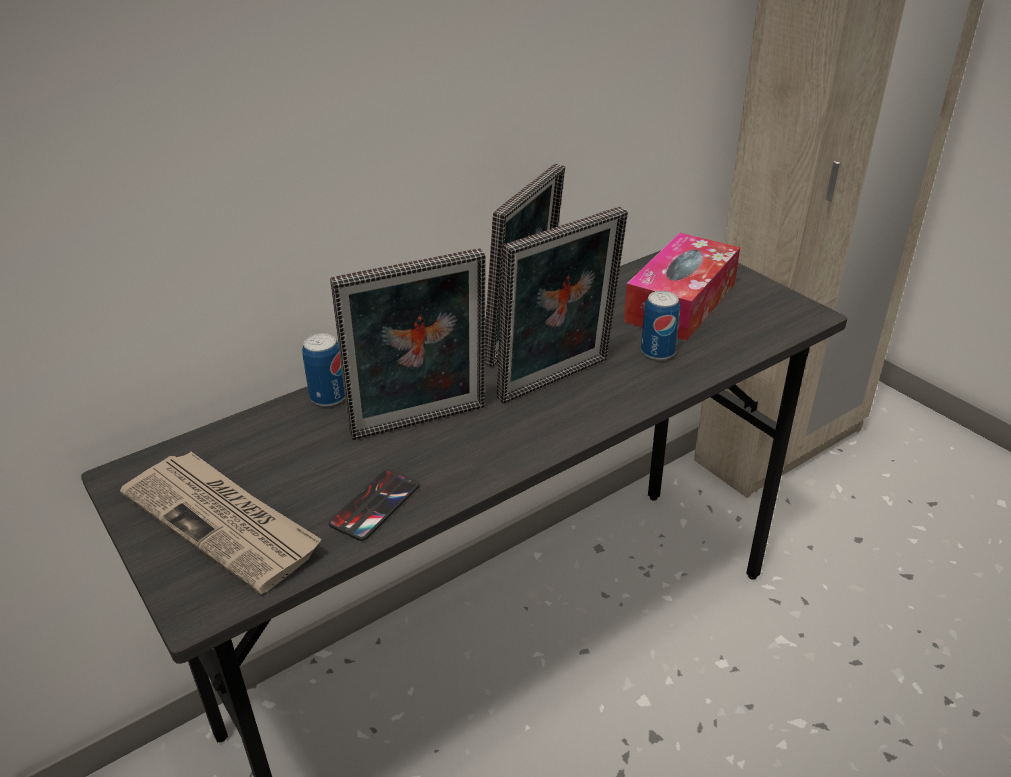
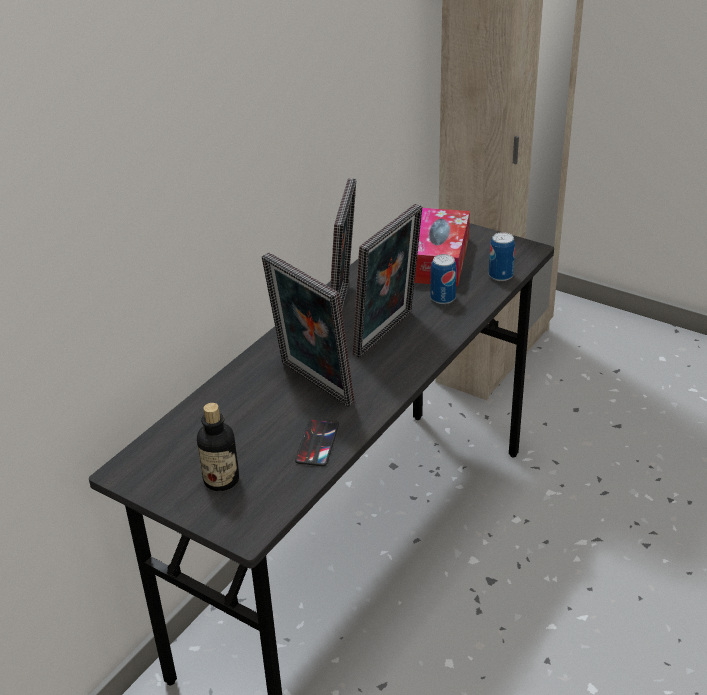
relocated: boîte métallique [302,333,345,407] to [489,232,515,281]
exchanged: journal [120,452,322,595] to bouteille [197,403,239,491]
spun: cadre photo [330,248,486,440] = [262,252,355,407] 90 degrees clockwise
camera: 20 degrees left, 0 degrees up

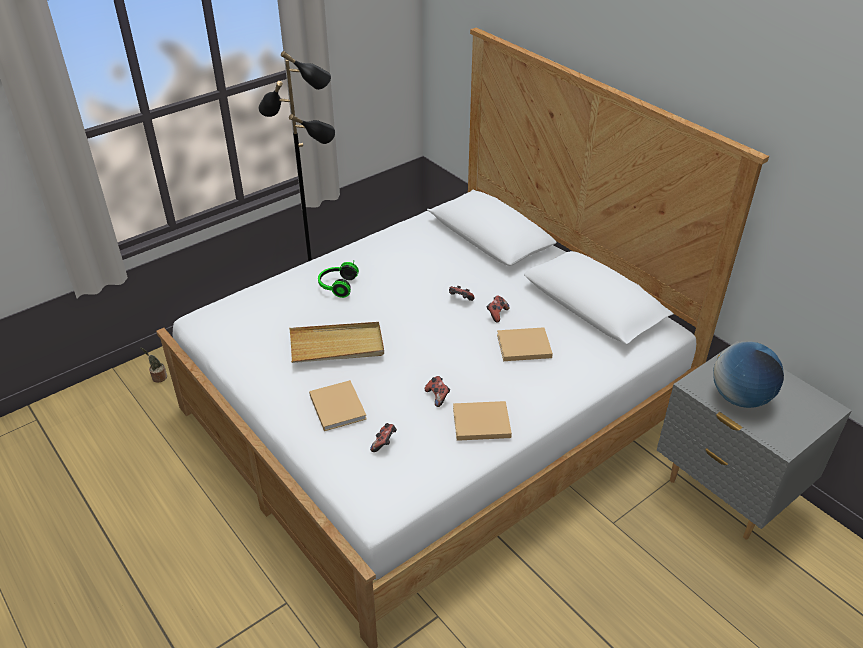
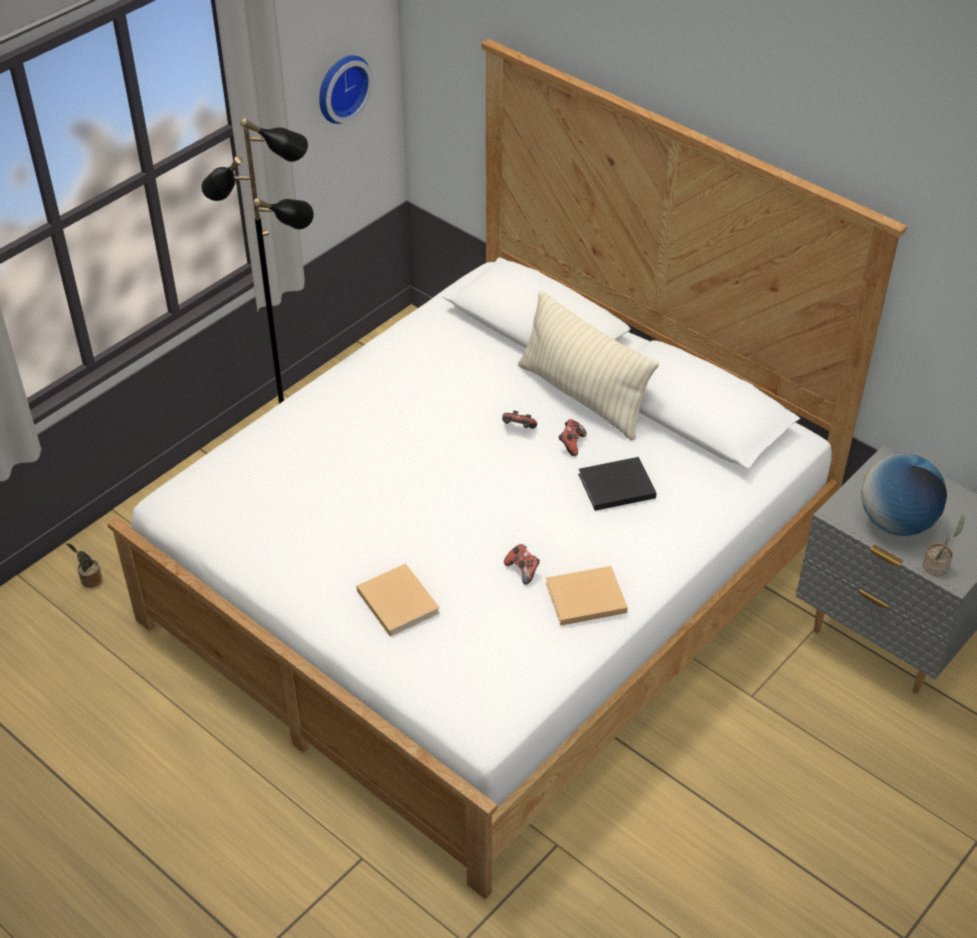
missing: plateau (beige) [289,322,384,363]; casque audio [318,261,359,298]; manette [370,423,397,452]
appeared: horloge murale [319,55,373,124]; coussin (beige) [518,290,659,440]; plante en pot [923,515,965,576]
colour: livre (beige) [497,327,553,361] to livre (noir) [578,457,656,511]
camera: 10 degrees left, 5 degrees up

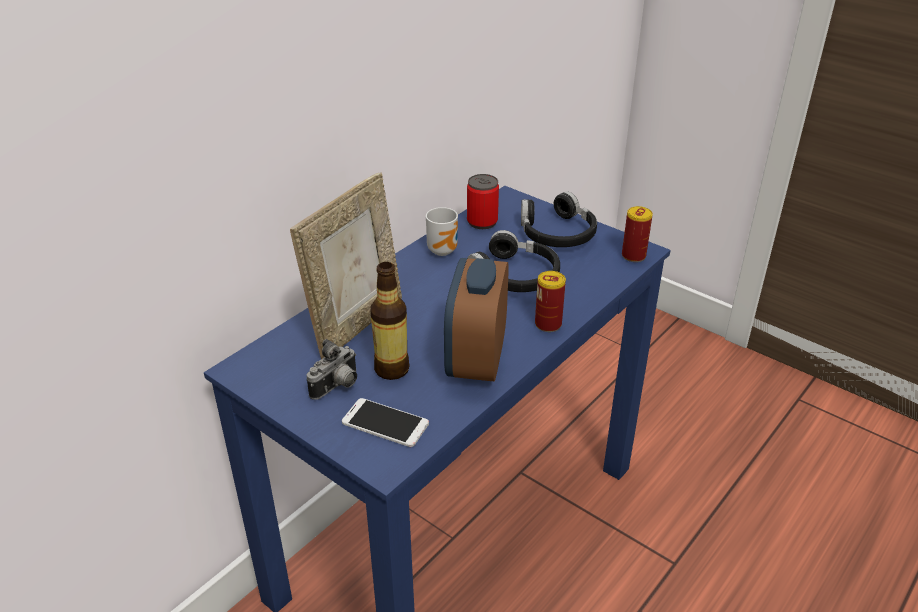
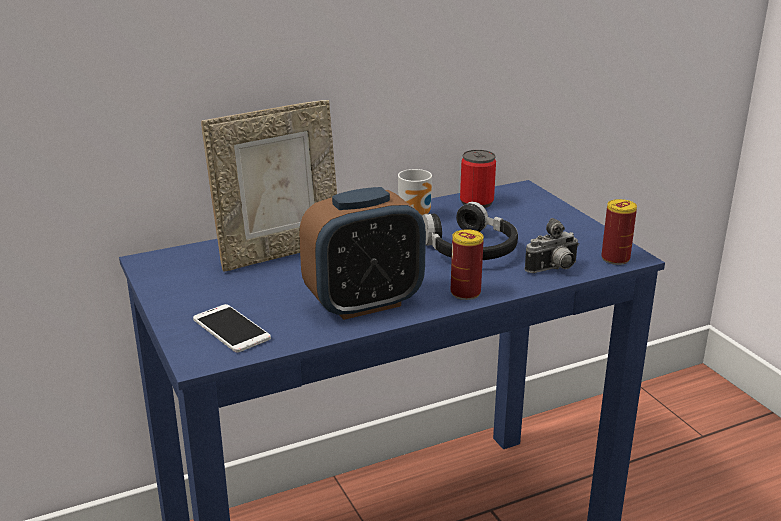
missing: bouteille [370,262,410,380]; casque audio (noir) [521,191,597,247]
relocated: appareil photo [307,339,357,400] to [525,218,579,273]
spun: réveil [444,258,509,381] = [299,187,426,320] 150 degrees counterclockwise
camera: 25 degrees right, 10 degrees down

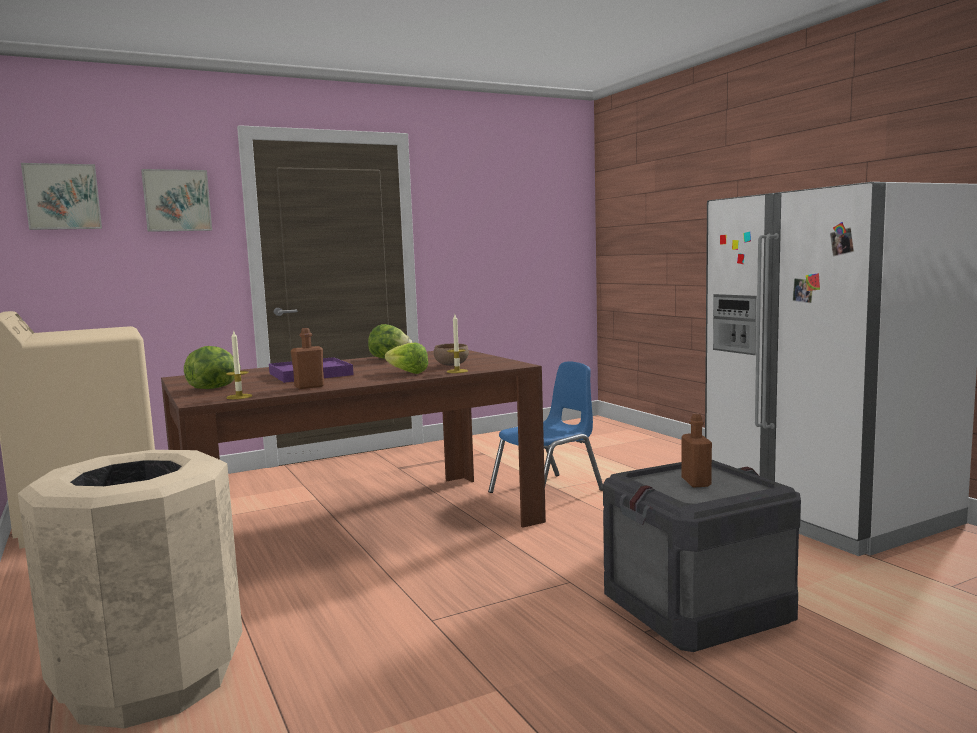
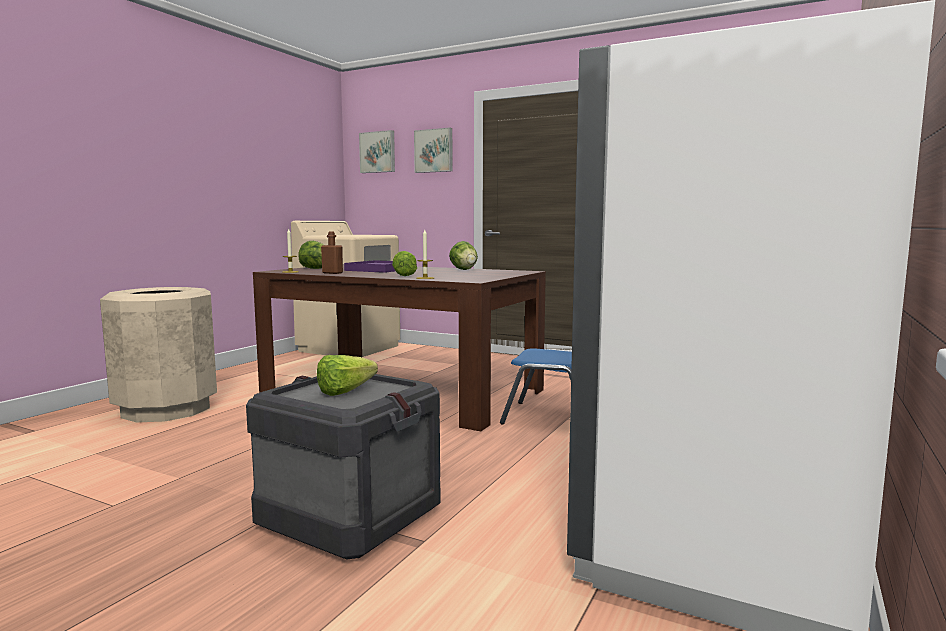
missing: bol (marron) [434,344,469,366]
exchanged: bouteille (marron) [682,414,712,487] to laitue [317,355,378,396]
camera: 55 degrees right, 0 degrees up

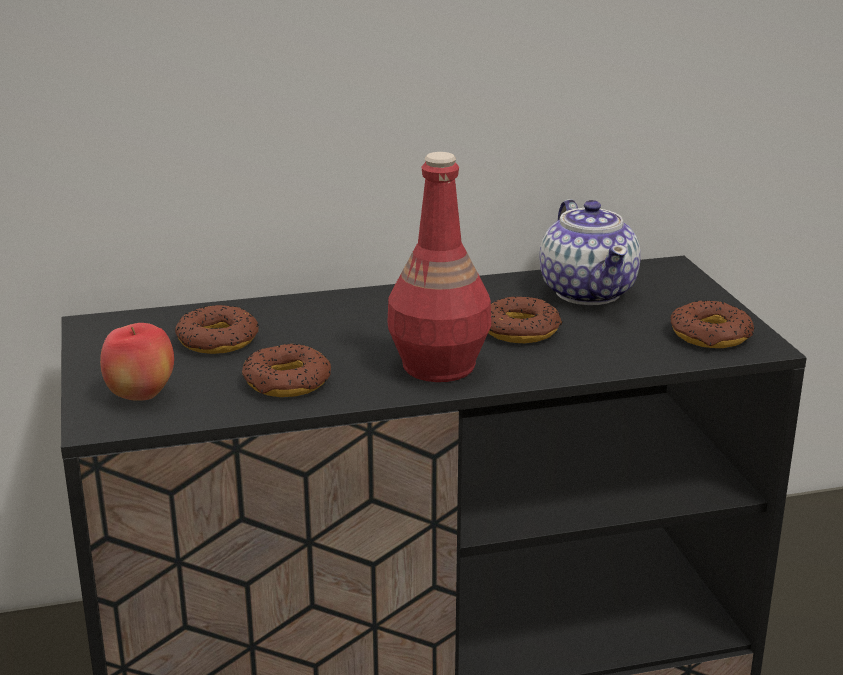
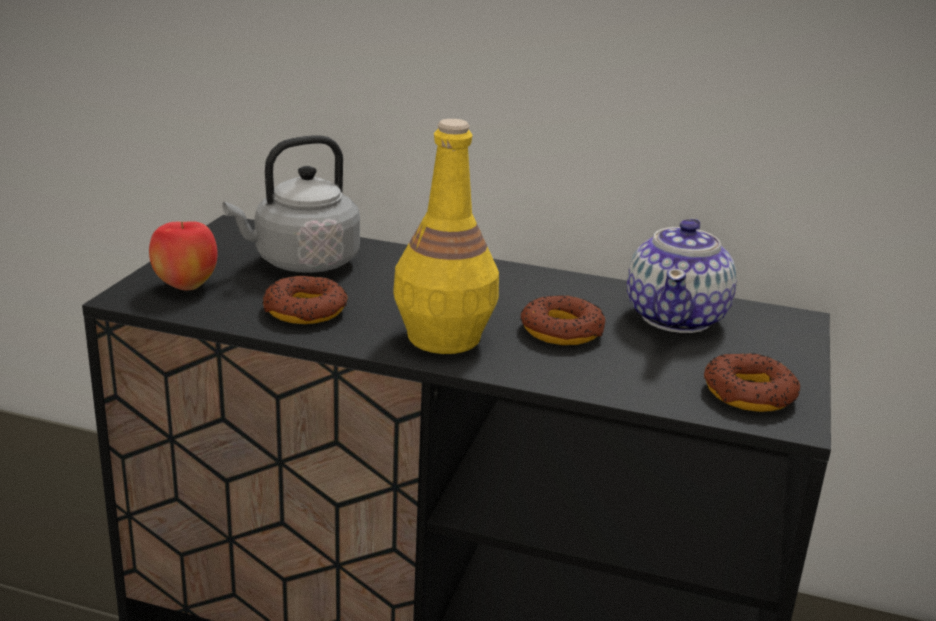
exchanged: beignet [175,305,259,354] to bouilloire (gris) [222,135,360,273]
colour: bouteille (rouge) [388,152,491,382] to bouteille (jaune) [393,119,499,354]
camera: 30 degrees right, 0 degrees up

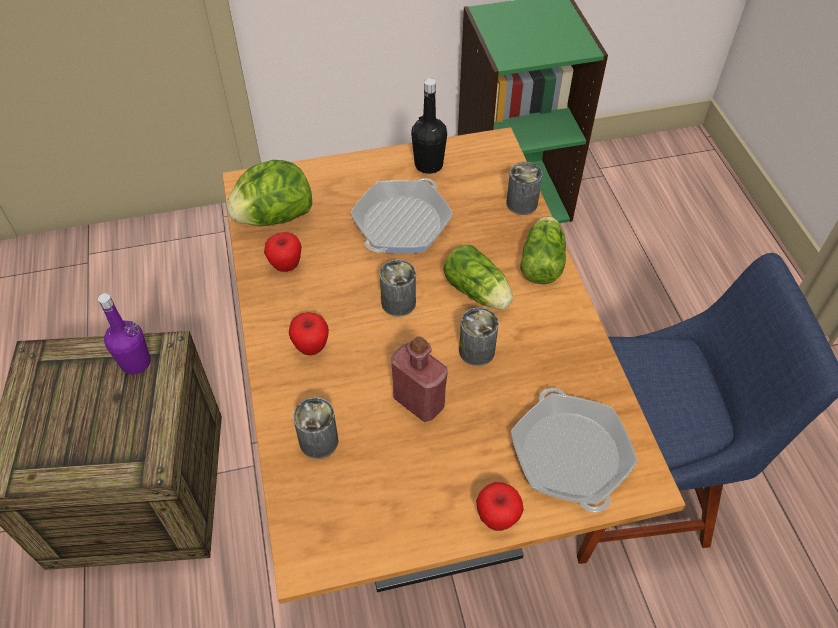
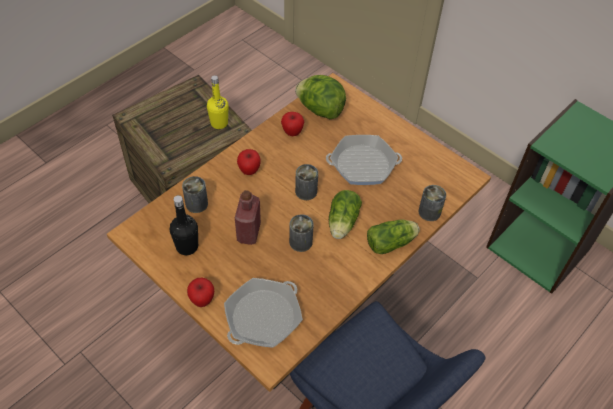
relocated: bouteille (noir) [411,78,447,174] to [170,195,198,255]
colour: bouteille (violet) [98,293,151,374] to bouteille (jaune) [207,75,229,129]
camera: 55 degrees right, 0 degrees up

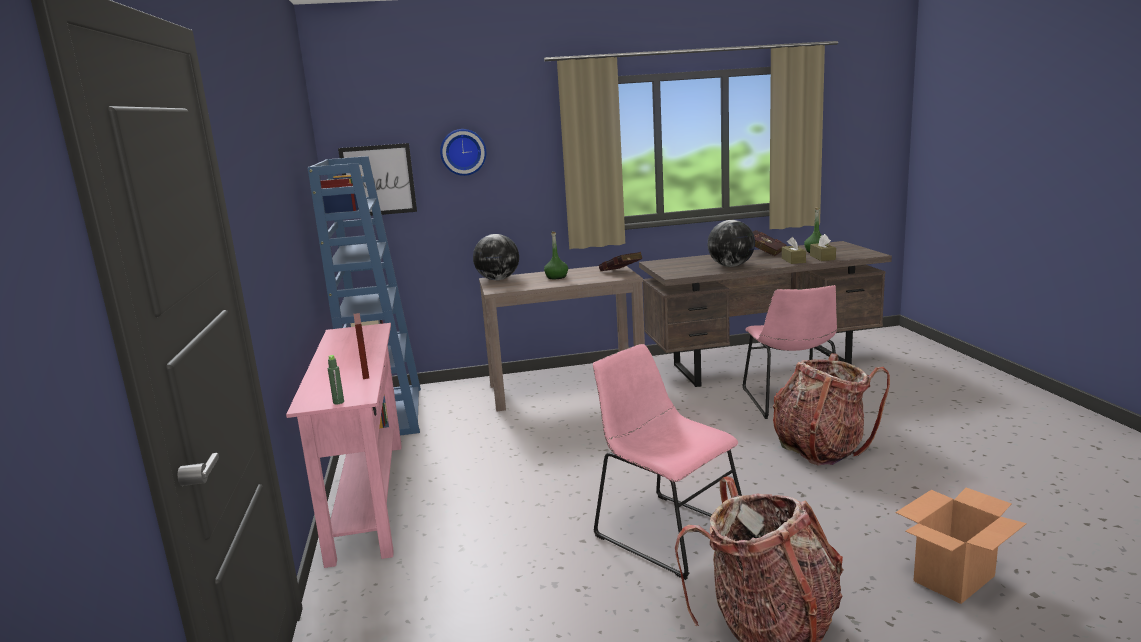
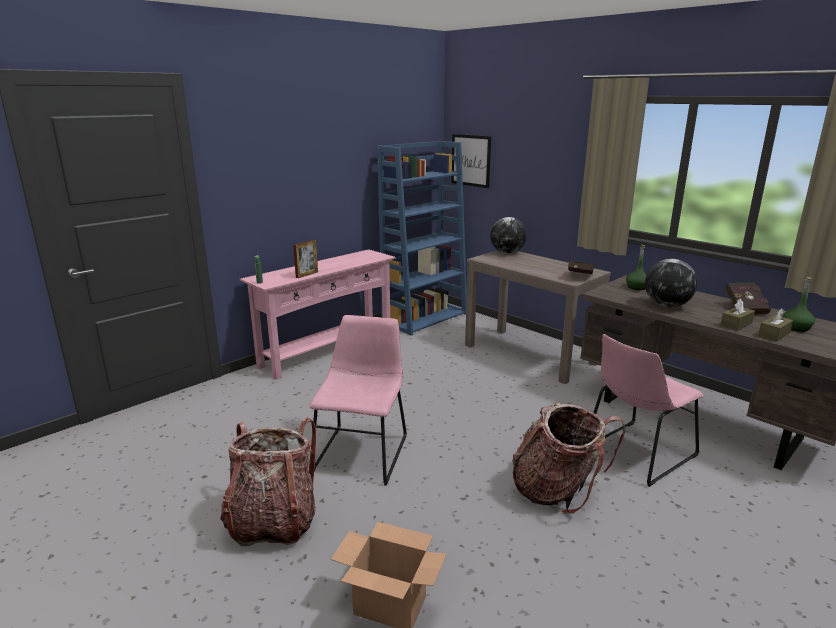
missing: horloge murale [440,129,486,176]
relocated: bouteille (vert) [544,232,568,279] to [626,245,647,290]
camera: 55 degrees right, 5 degrees up

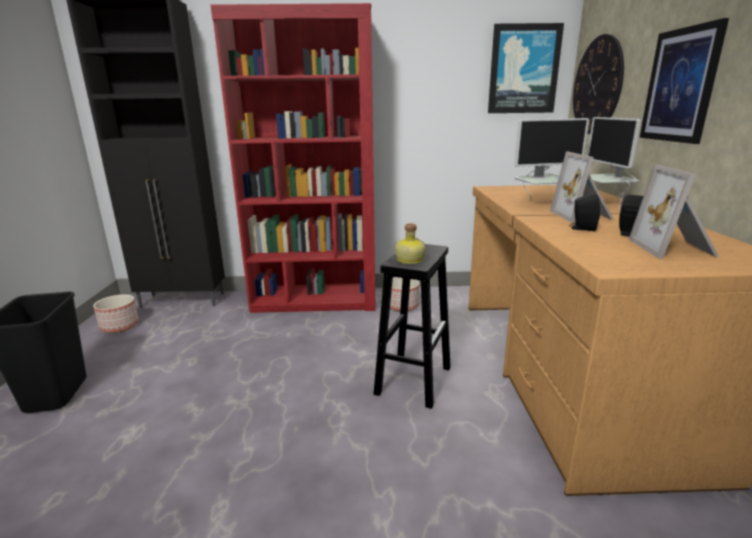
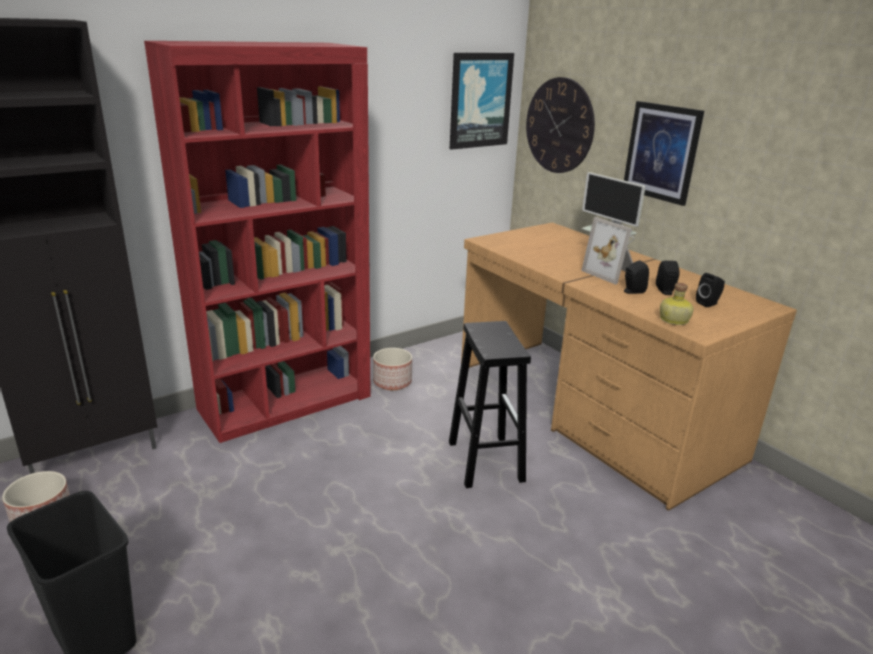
missing: écran d'ordinateur [514,118,589,200]
relocated: bouteille [395,223,426,264] to [660,283,693,325]
exchanged: cadre photo [629,165,719,259] to enceinte (noir) [696,273,725,307]
camera: 35 degrees left, 5 degrees up

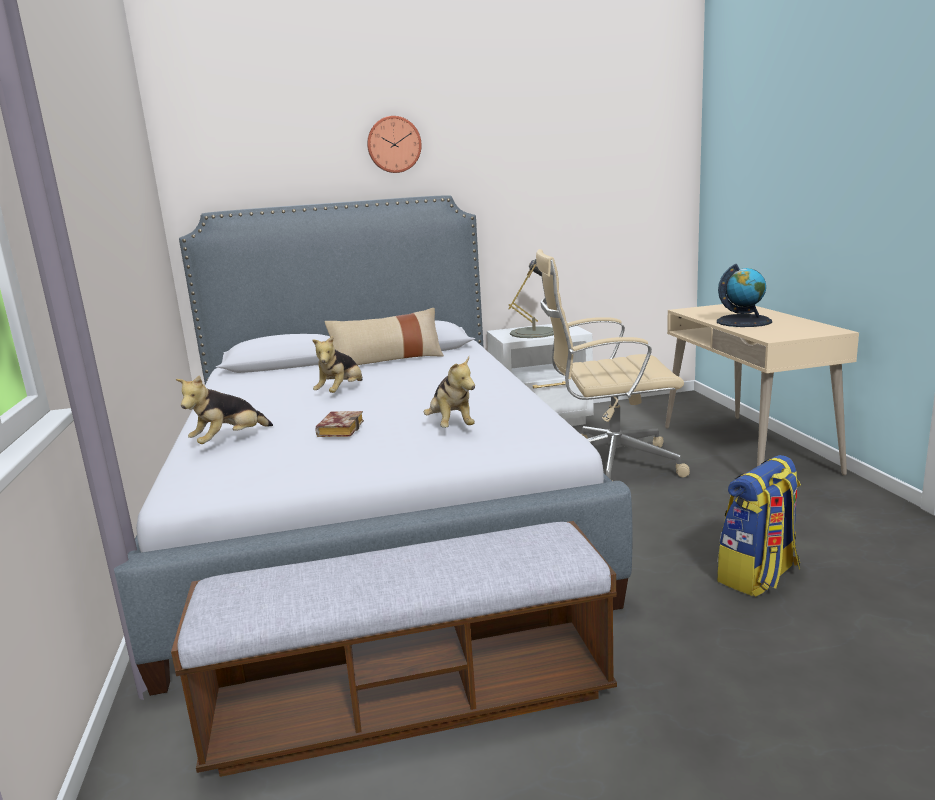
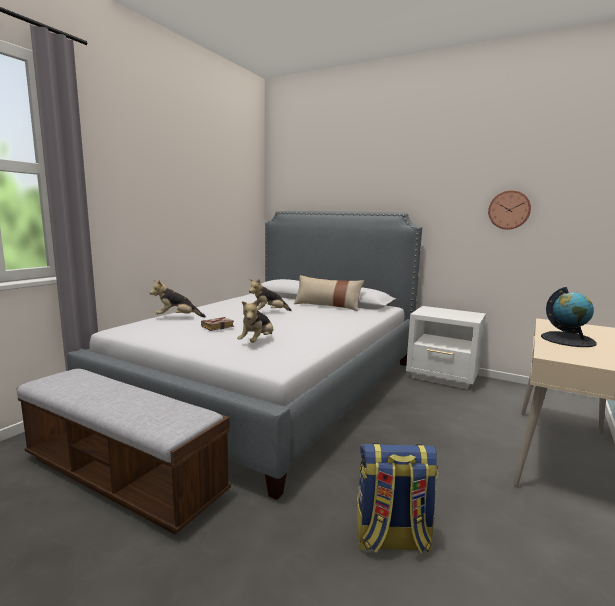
missing: lampe de table (gris) [508,259,554,338]; chaise de bureau (beige) [536,249,690,480]
relocated: horloge murale [367,116,422,173] to [488,190,531,230]
camera: 40 degrees right, 5 degrees down

